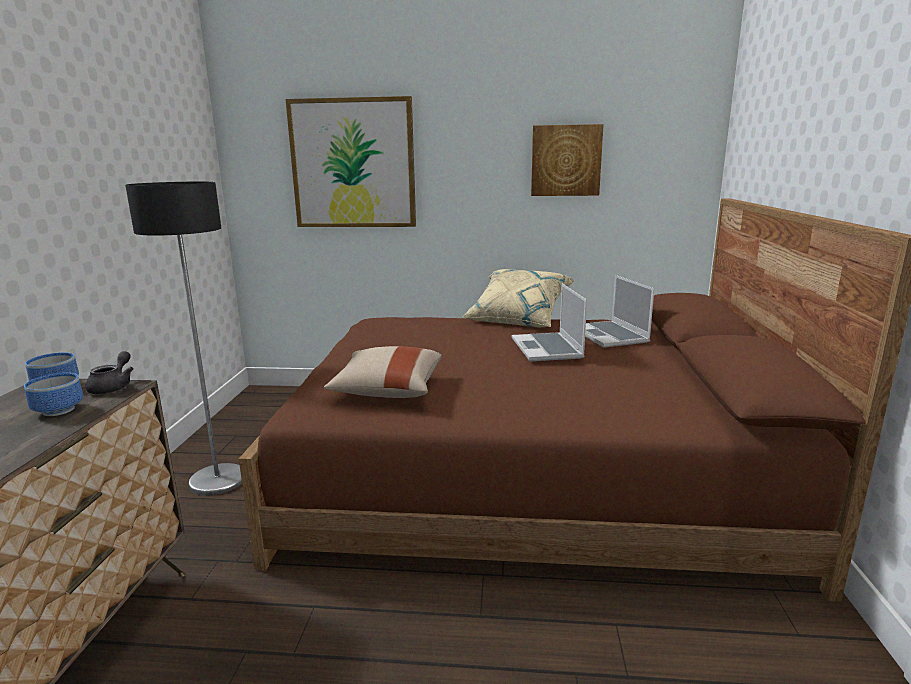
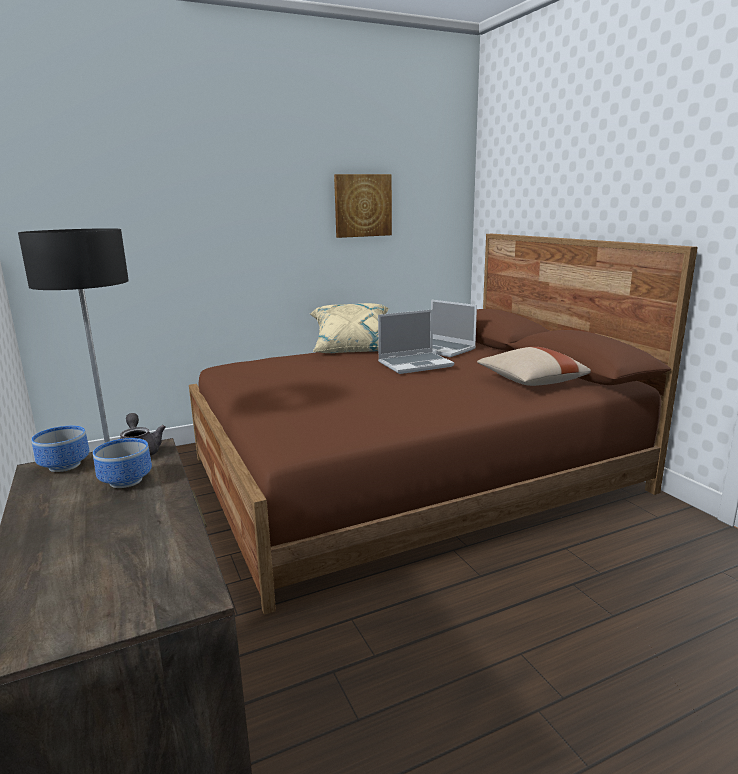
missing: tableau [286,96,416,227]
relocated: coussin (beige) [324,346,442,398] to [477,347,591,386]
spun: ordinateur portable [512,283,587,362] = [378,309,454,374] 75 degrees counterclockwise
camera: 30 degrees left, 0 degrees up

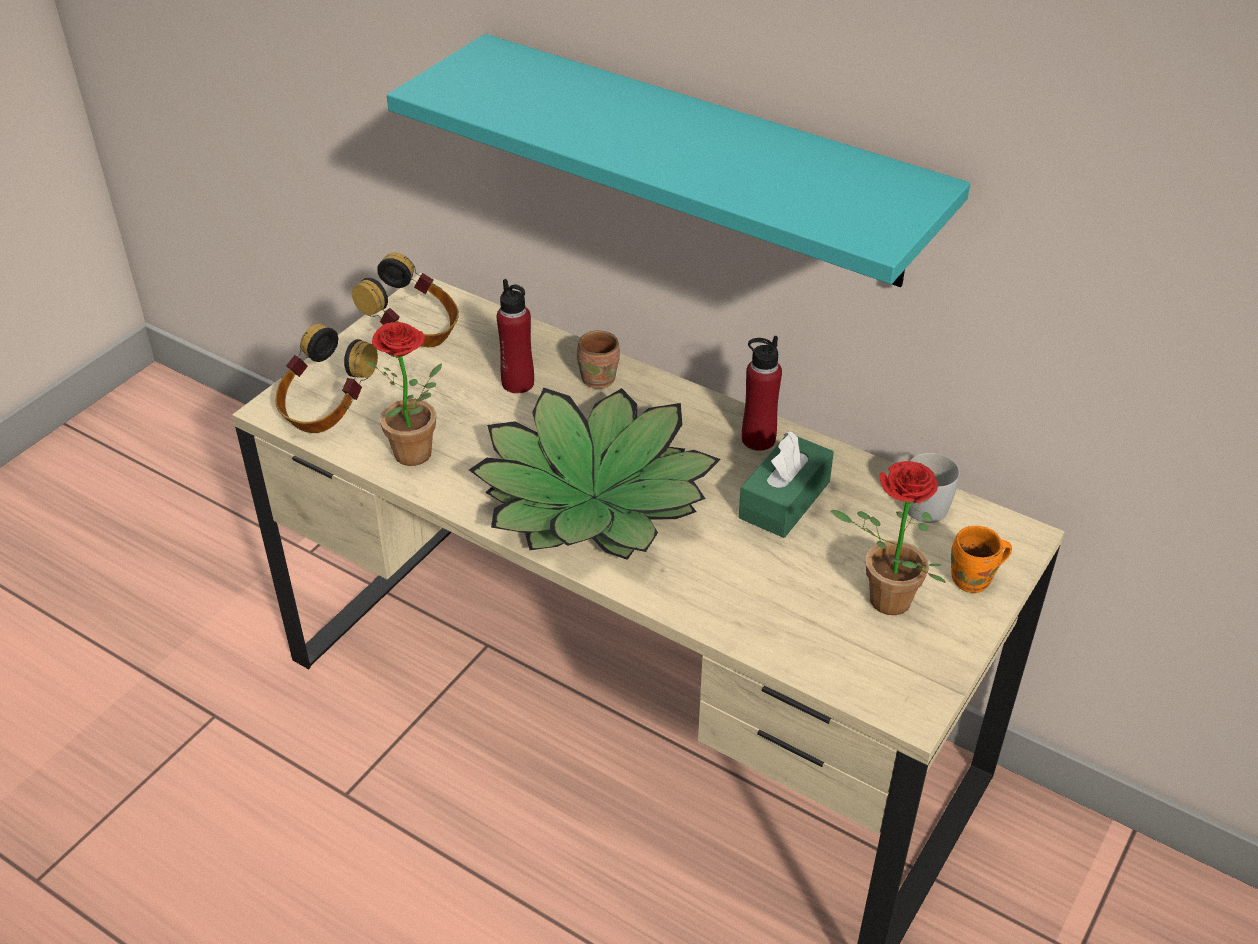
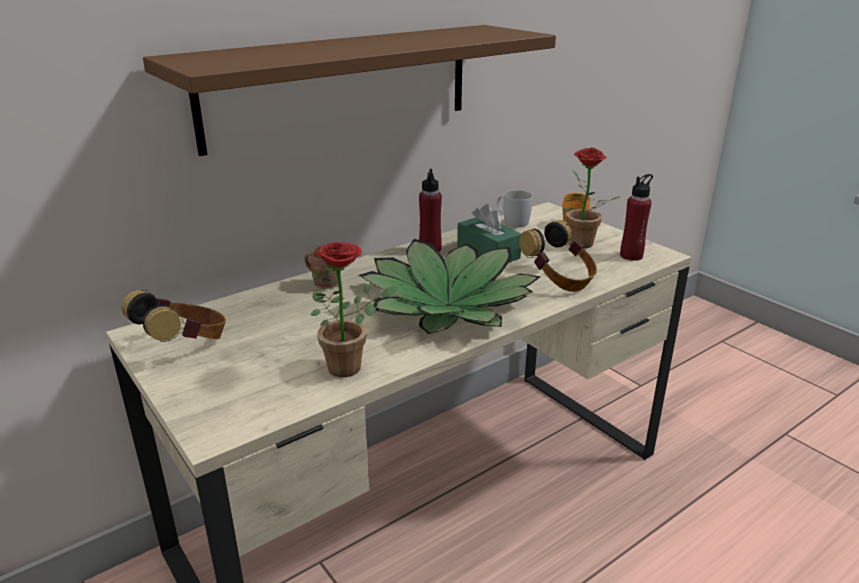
relocated: casque audio [275,323,378,433] to [519,220,597,292]; bouteille (rouge) [497,279,534,393] to [620,174,653,261]
colour: étagère (turquoise) [387,34,970,287] to étagère (marron) [143,25,556,156]
camera: 70 degrees left, 15 degrees down

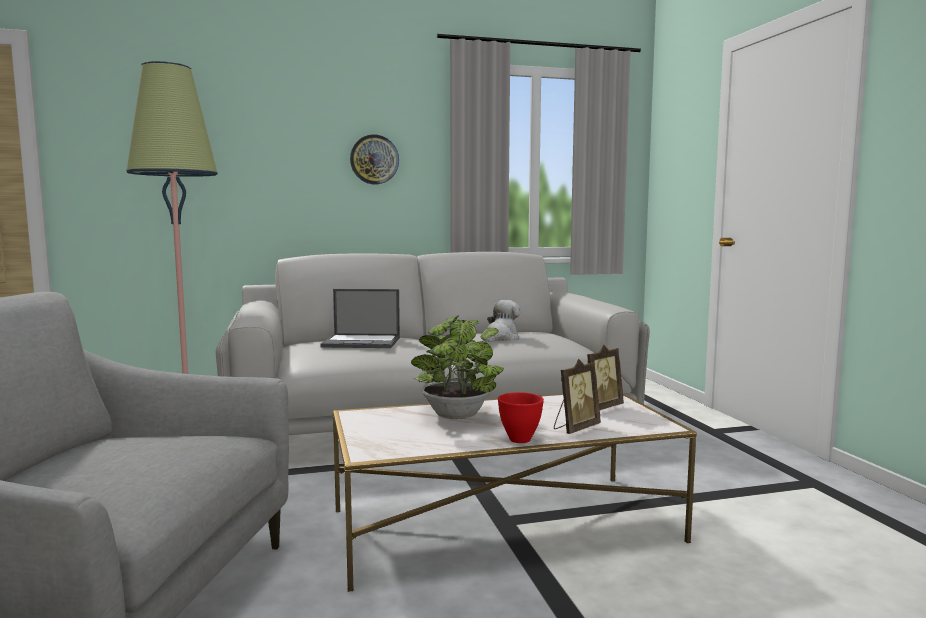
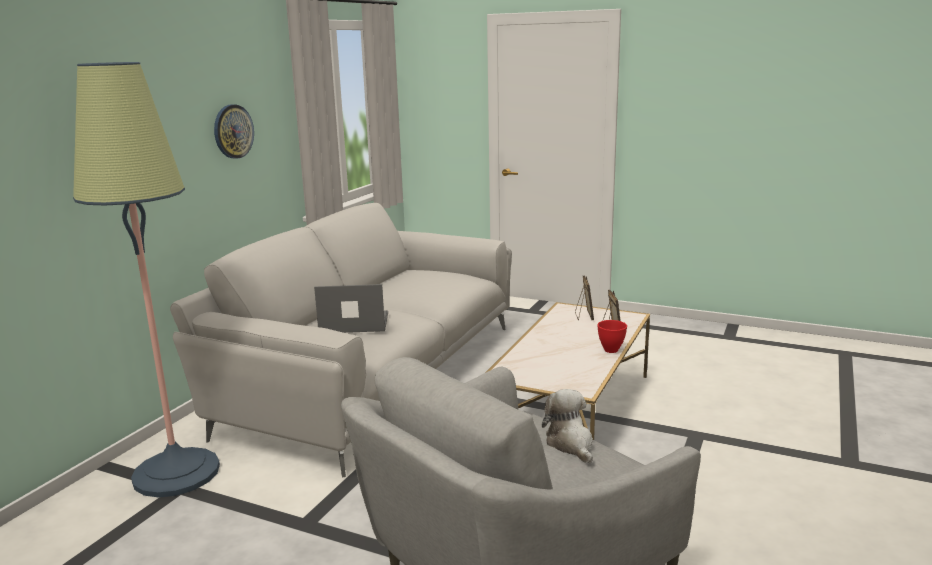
missing: plante en pot [411,315,504,419]
relocated: peluche [484,300,520,342] to [542,389,593,464]
spun: ordinateur portable [320,289,400,348] = [314,284,388,333] 135 degrees counterclockwise
camera: 50 degrees left, 10 degrees up

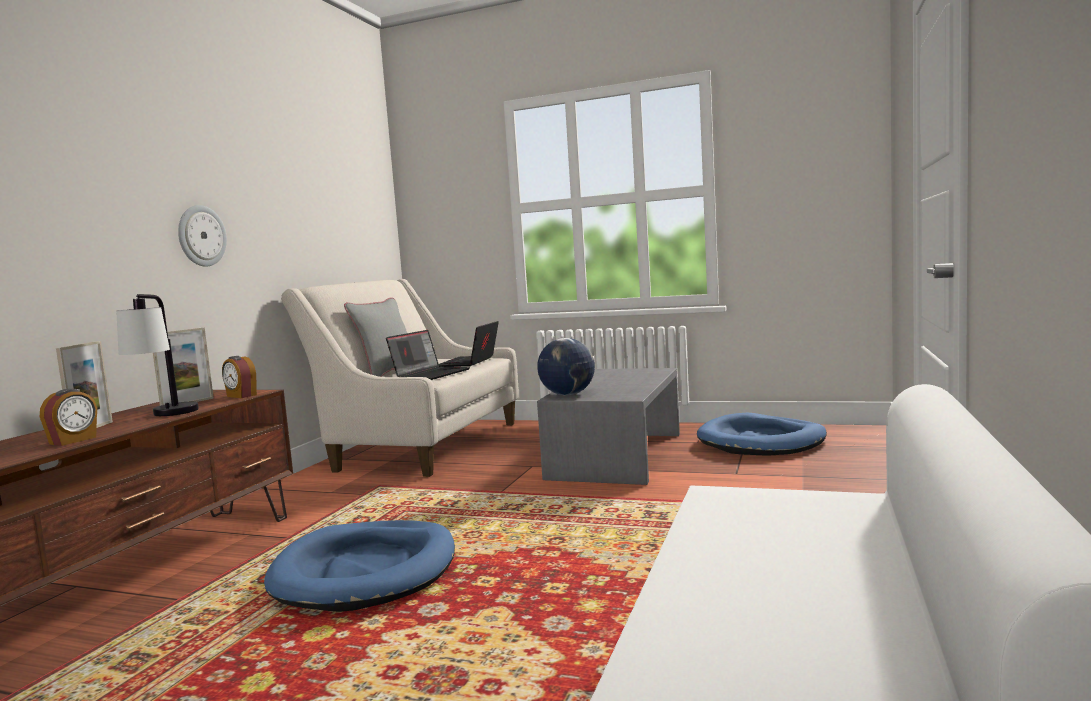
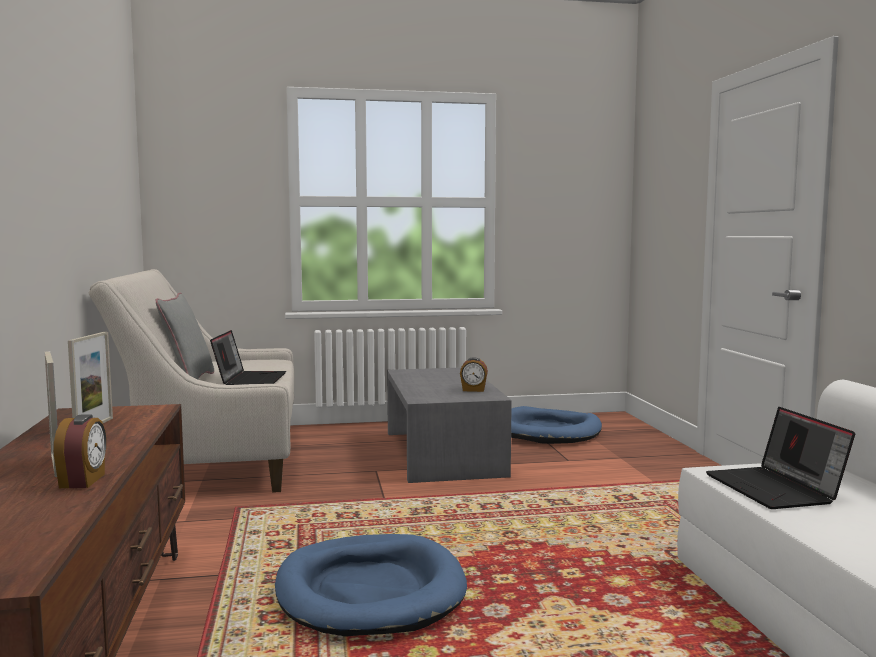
missing: lampe de table [116,294,199,416]; horloge murale [178,205,227,267]; globe [537,338,595,396]
relocated: réveil [222,356,257,398] to [460,357,488,392]; ordinateur portable [439,321,499,367] to [706,407,855,509]
camera: 30 degrees left, 0 degrees up

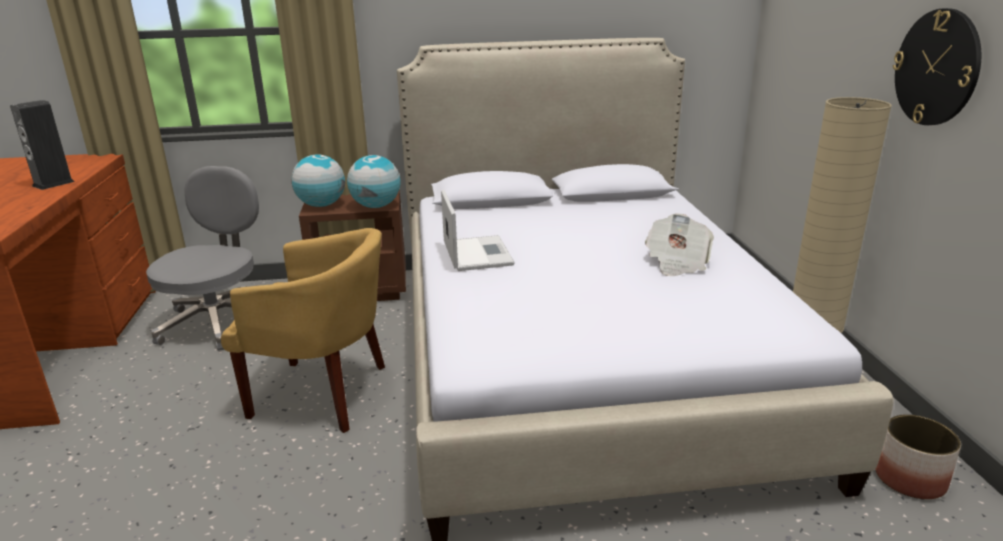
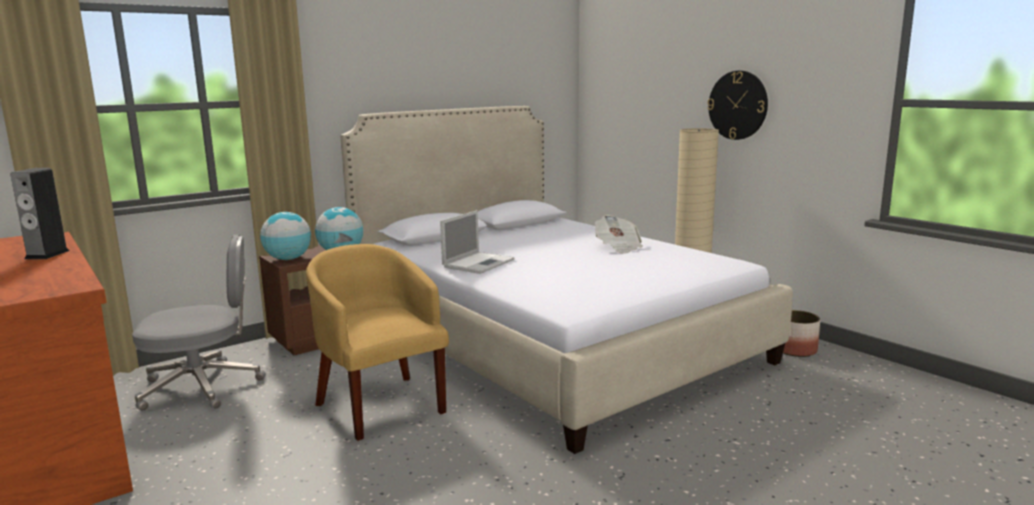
spun: chaise de bureau (gris) [146,166,259,351] = [132,235,266,411] 90 degrees clockwise; fauteuil (jaune) [221,228,385,433] = [306,244,449,441] 105 degrees counterclockwise; ordinateur portable [441,190,515,271] = [440,210,514,274] 75 degrees clockwise
camera: 30 degrees left, 10 degrees down

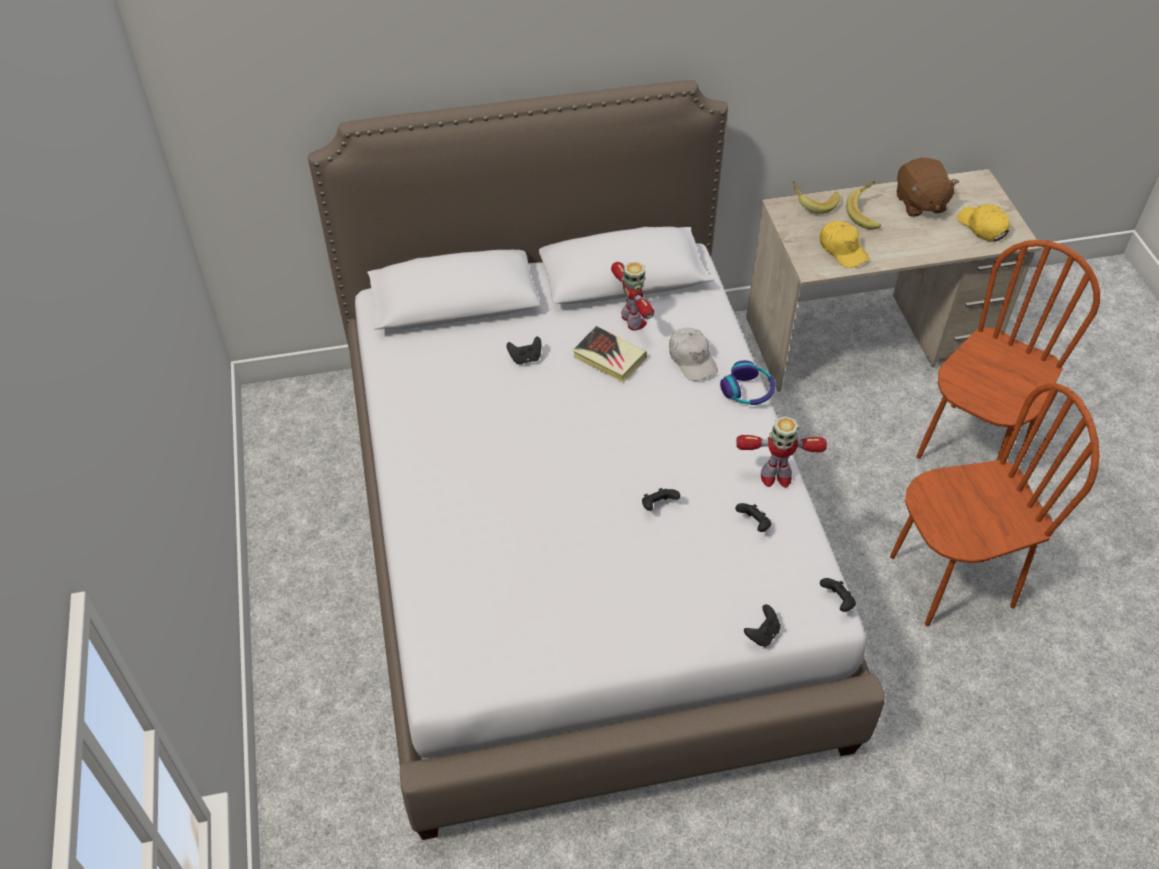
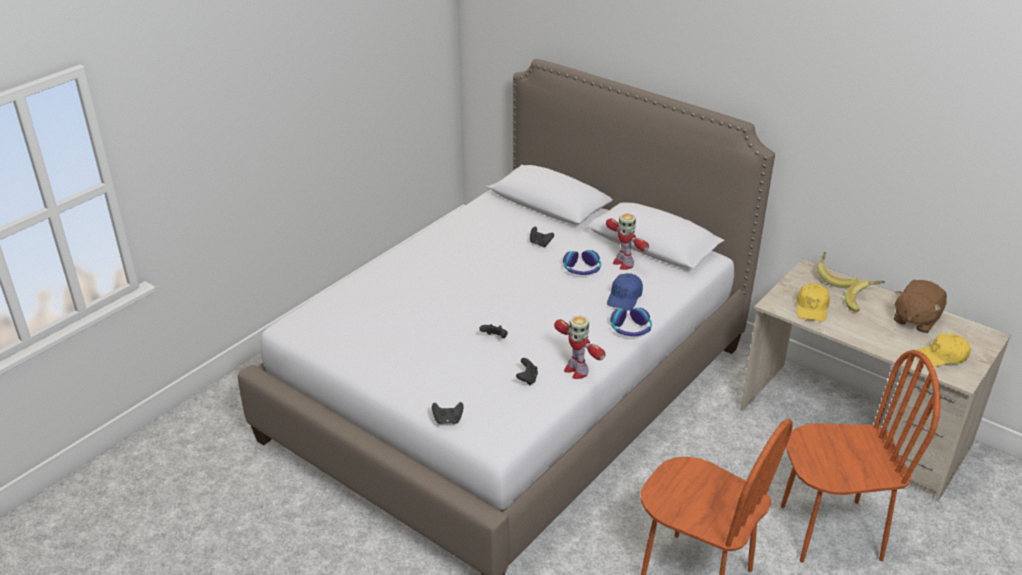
missing: manette (noir) [820,578,856,612]
exchanged: livre [572,326,647,383] to casque audio [563,250,601,275]
colour: casquette (blanc) [669,328,718,381] to casquette (bleu) [607,273,643,311]
spun: robot jouet [611,262,654,331] = [606,214,649,270] 120 degrees clockwise; casquette (jaune) [957,204,1010,242] = [917,333,971,367] 120 degrees counterclockwise
camera: 50 degrees right, 15 degrees down

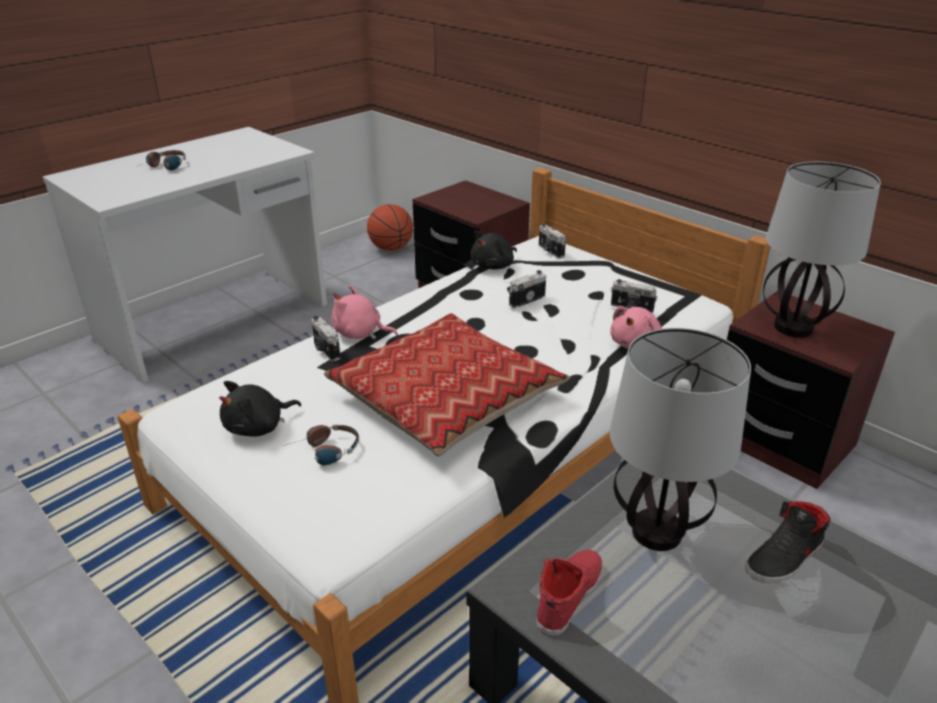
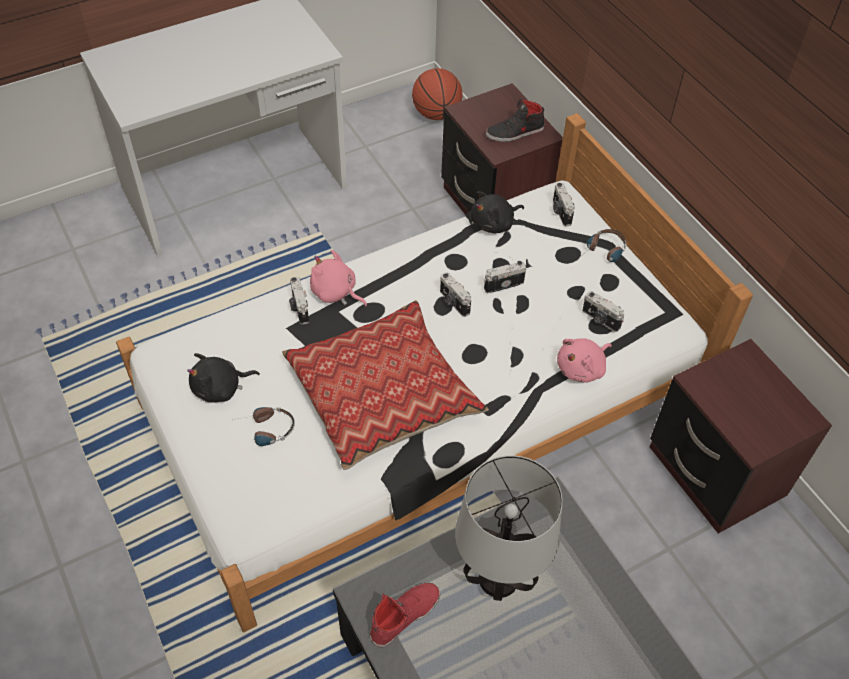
missing: lampe de table [763,162,881,338]
appeared: appareil photo [440,272,471,317]
relocated: chaussure (noir) [745,501,830,583] to [486,99,544,142]; casque audio [141,150,186,170] to [587,229,626,262]
camera: 15 degrees right, 20 degrees up

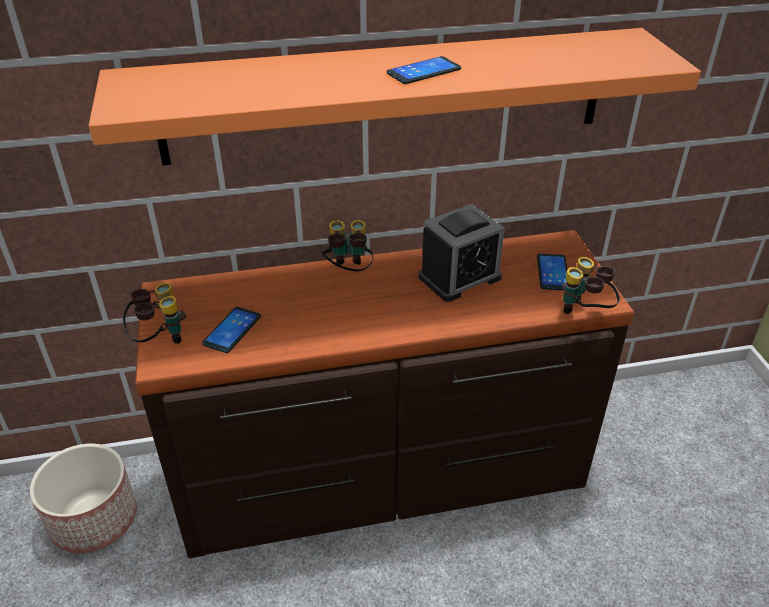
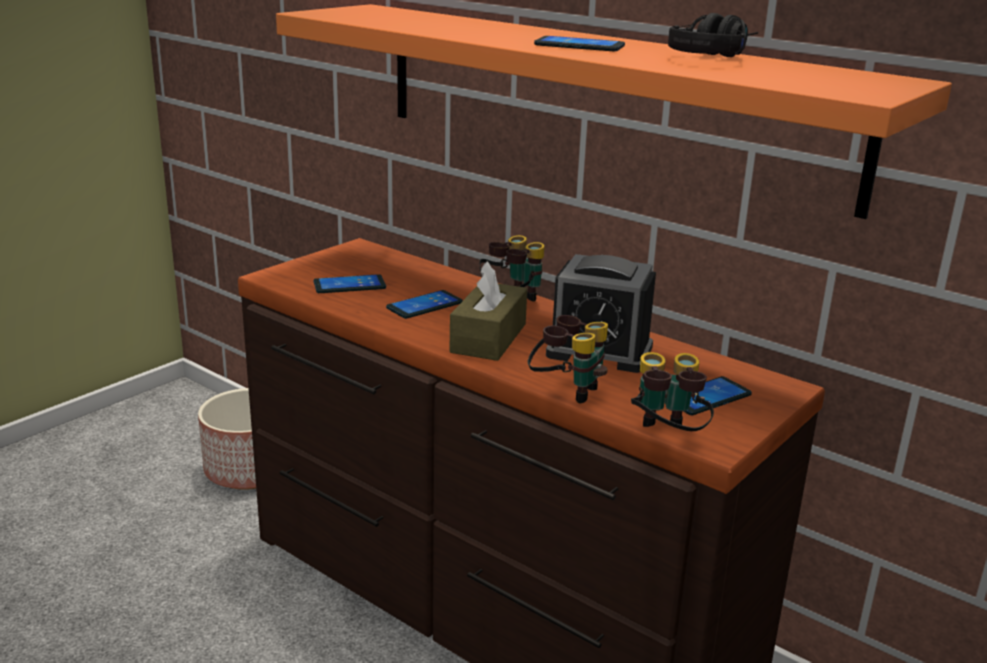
appeared: téléphone [386,290,463,319]; boîte à mouchoirs (marron) [449,261,527,361]; casque audio (noir) [668,13,758,57]
relocated: jumelles [123,282,186,344] to [528,315,608,403]
camera: 50 degrees right, 15 degrees down

